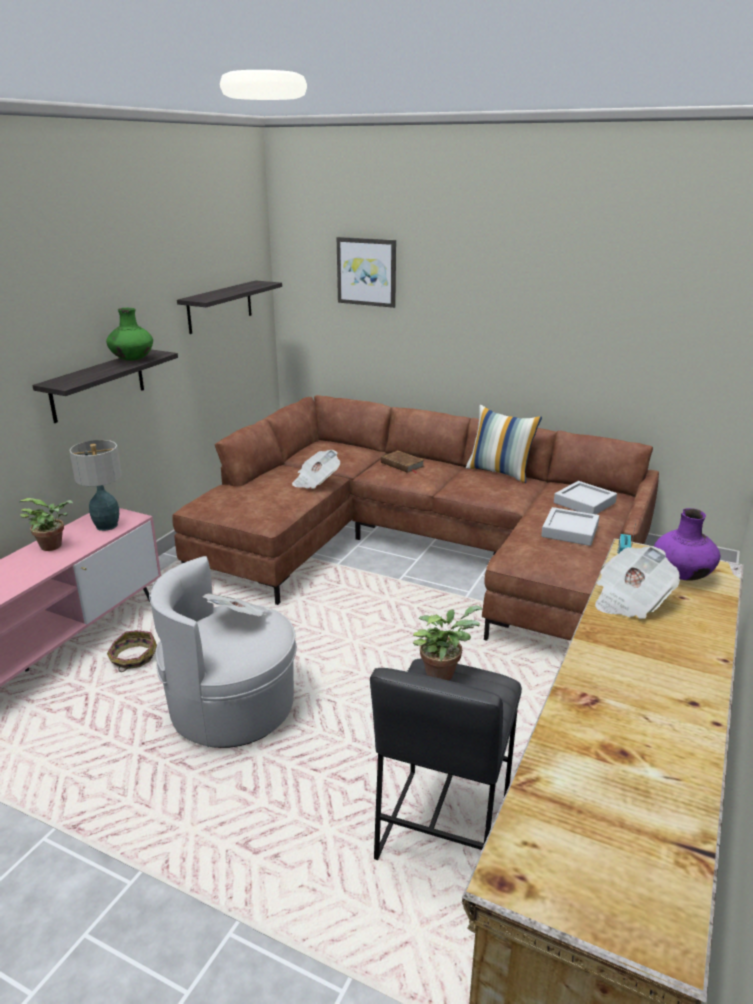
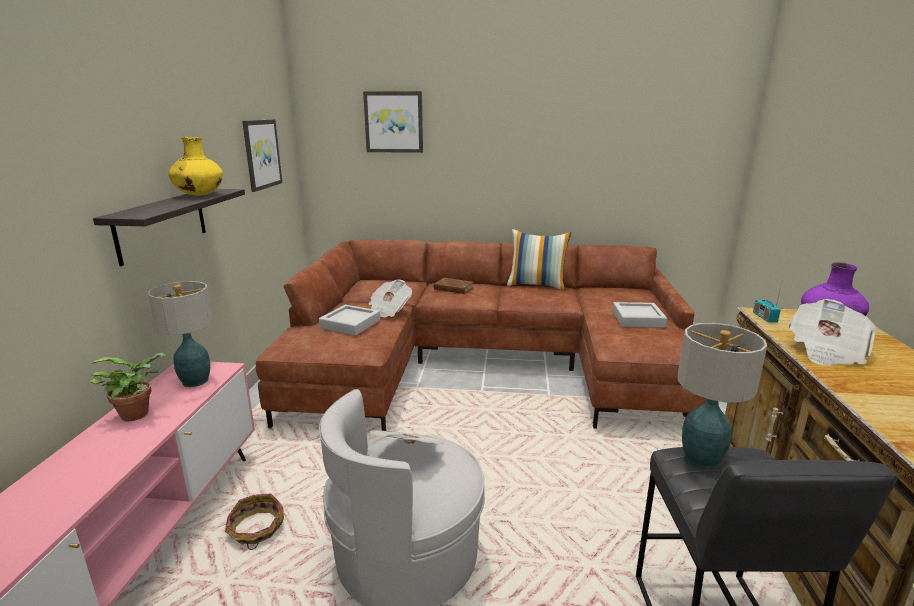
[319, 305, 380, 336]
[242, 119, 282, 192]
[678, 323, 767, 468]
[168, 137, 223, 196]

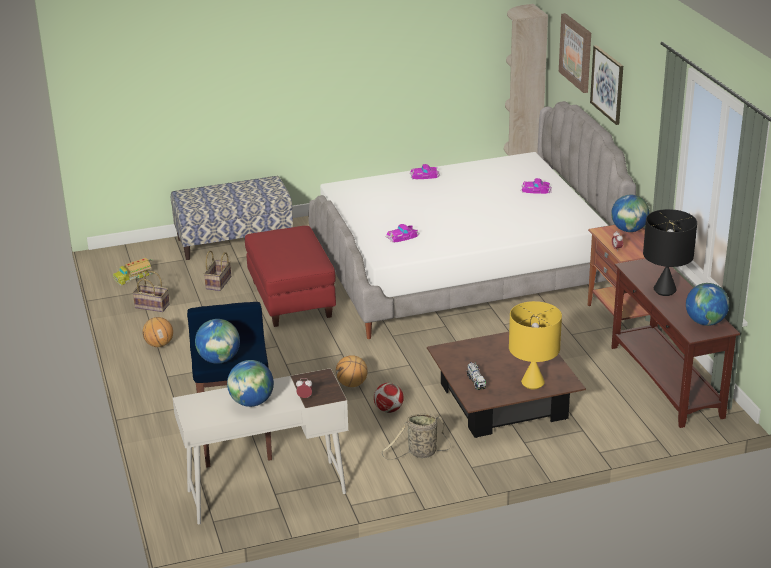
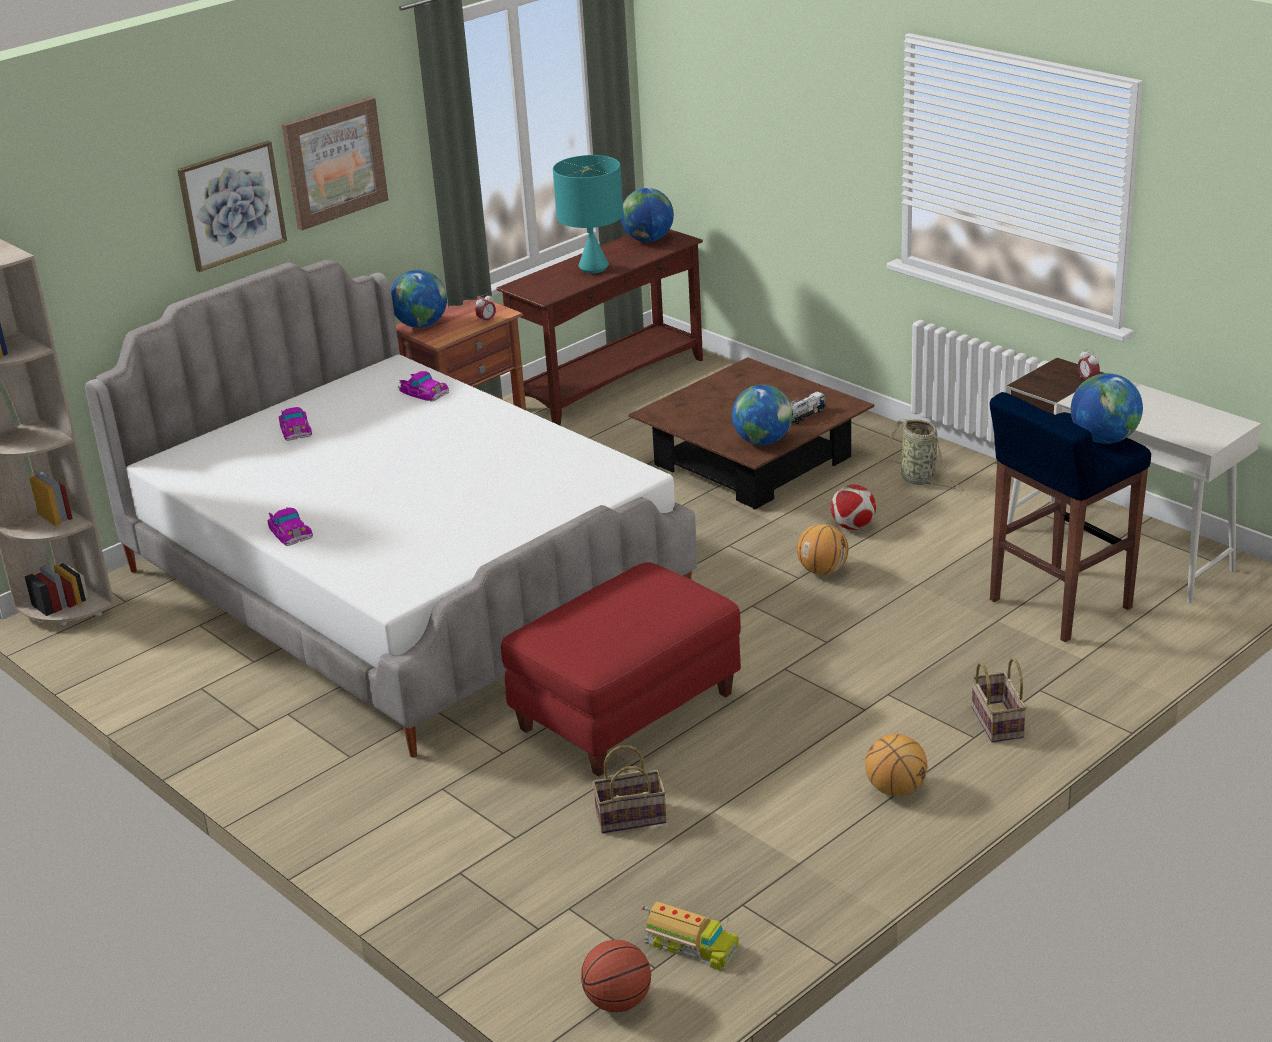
[171, 176, 293, 260] (first image)
[509, 301, 562, 390] (first image)
[581, 940, 651, 1012]
[971, 658, 1027, 743]
[732, 384, 792, 445]
[398, 371, 449, 402]
[282, 97, 388, 230]
[553, 155, 623, 274]

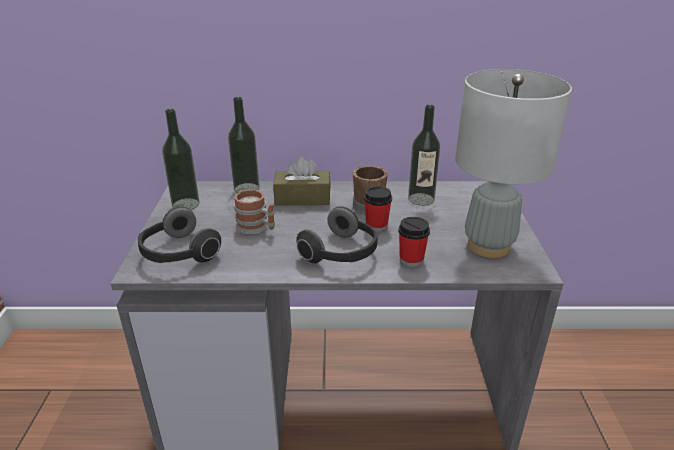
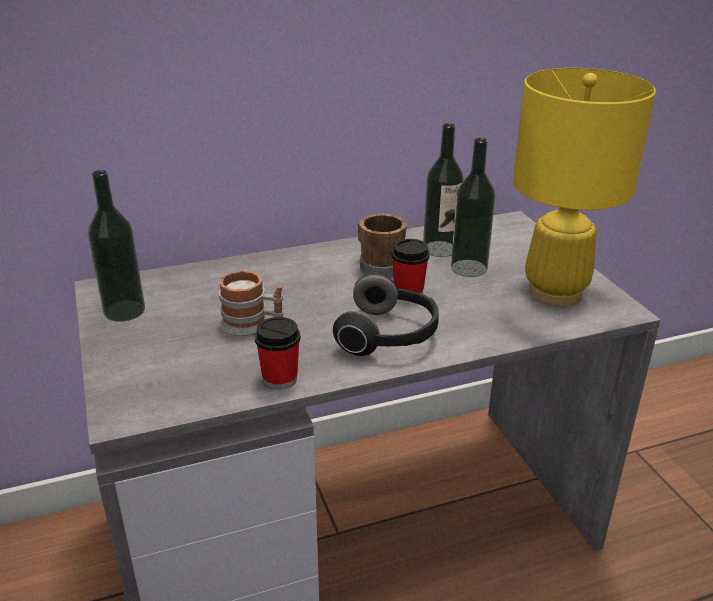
[138, 207, 221, 263] (first image)
[273, 157, 331, 205] (first image)
[451, 138, 495, 277]
[255, 317, 300, 390]
[513, 68, 656, 306]

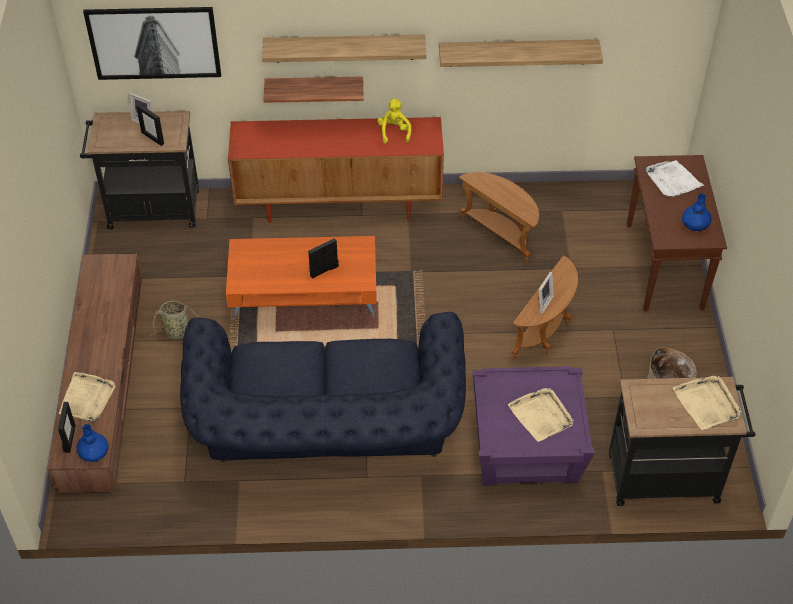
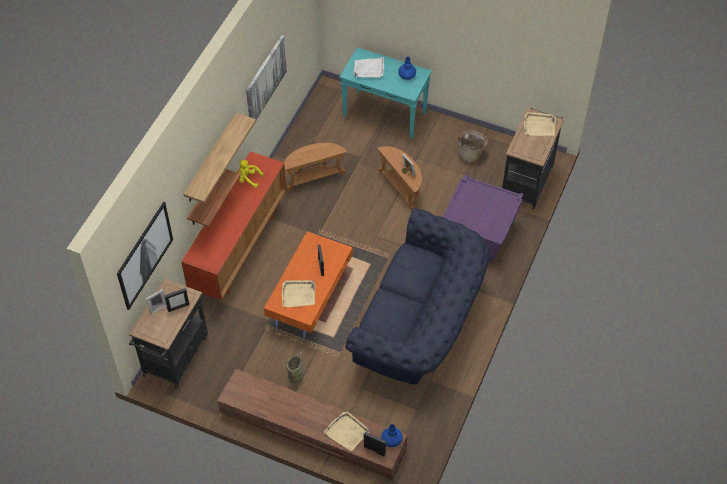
[282, 280, 315, 307]
[246, 35, 287, 120]
[339, 47, 432, 139]

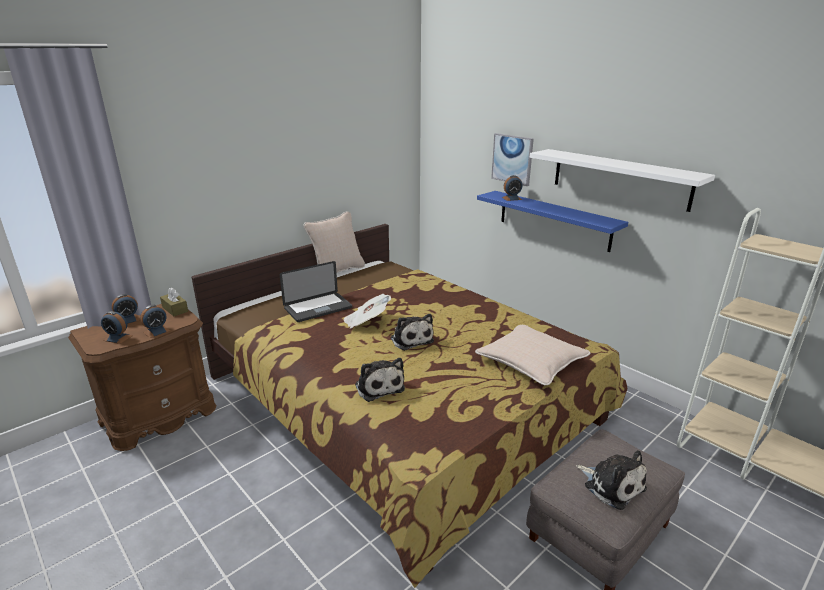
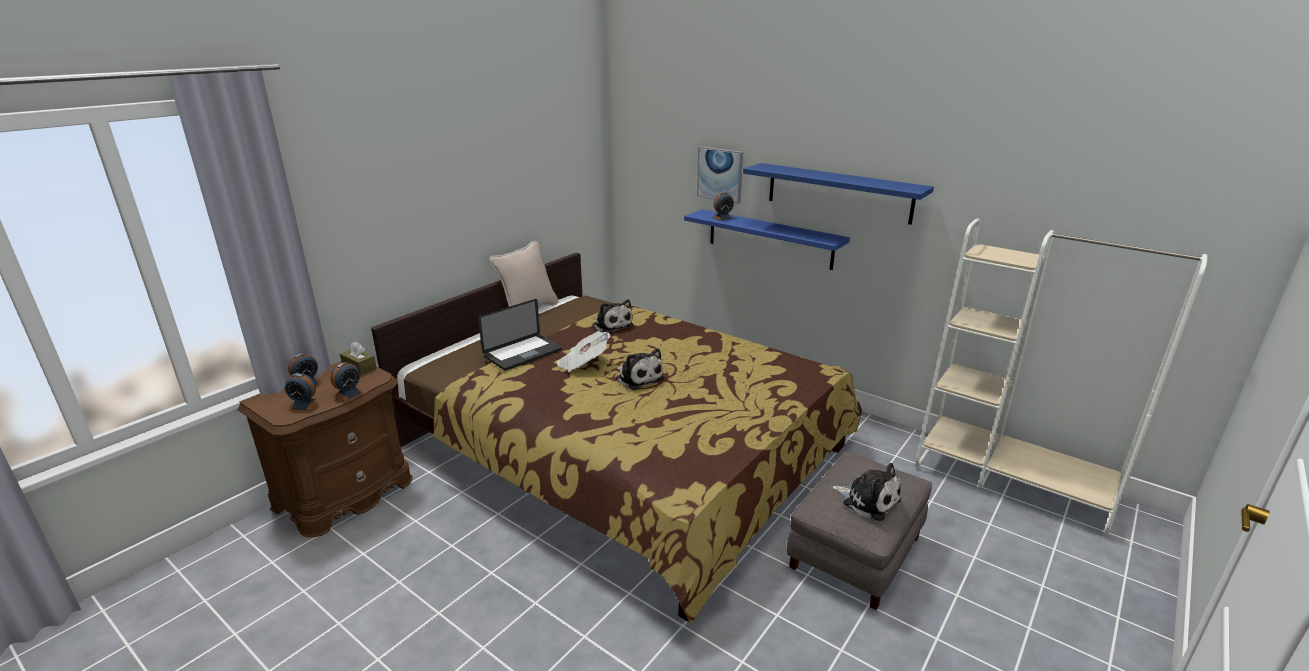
[475, 325, 590, 385] (first image)
[593, 299, 634, 333]
[743, 163, 934, 225]

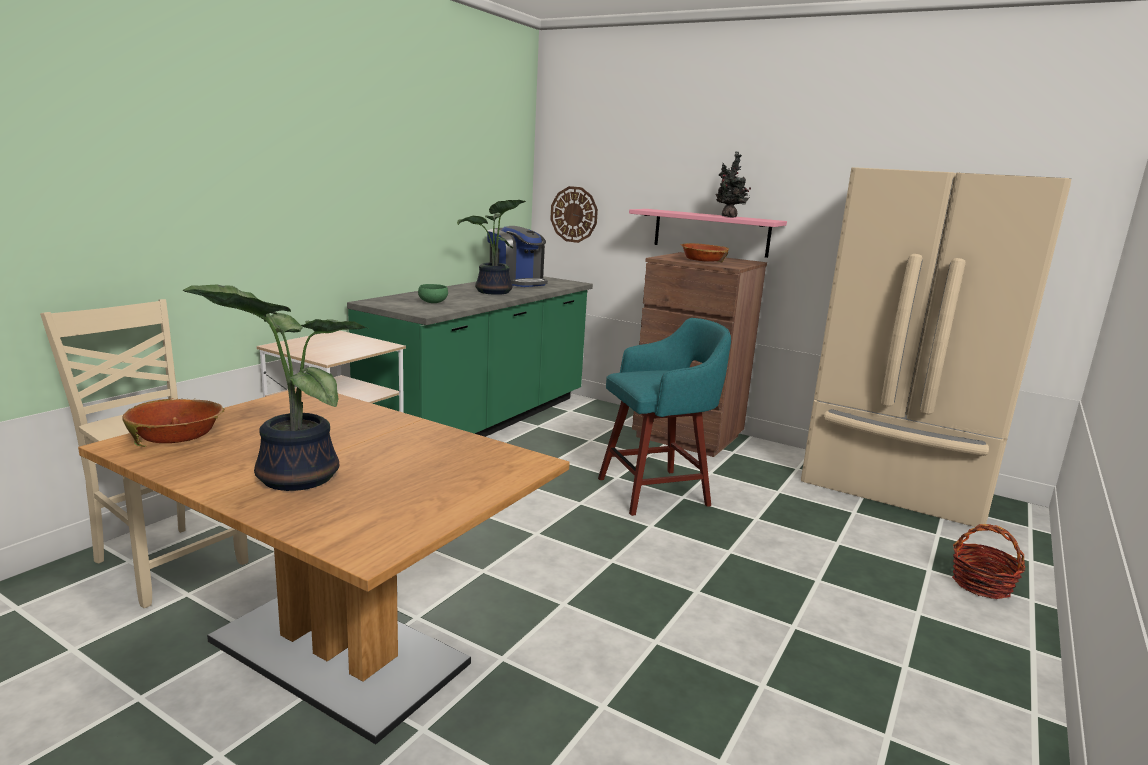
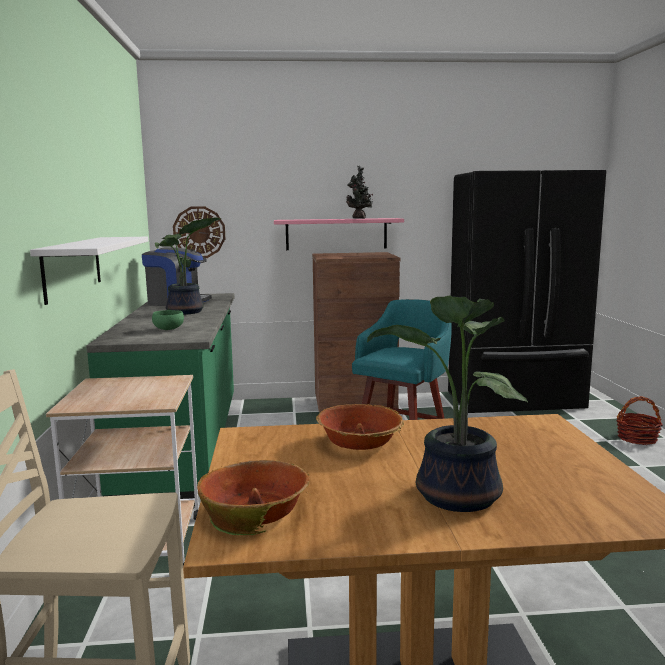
[30, 237, 148, 305]
[316, 404, 404, 450]
[448, 170, 607, 413]

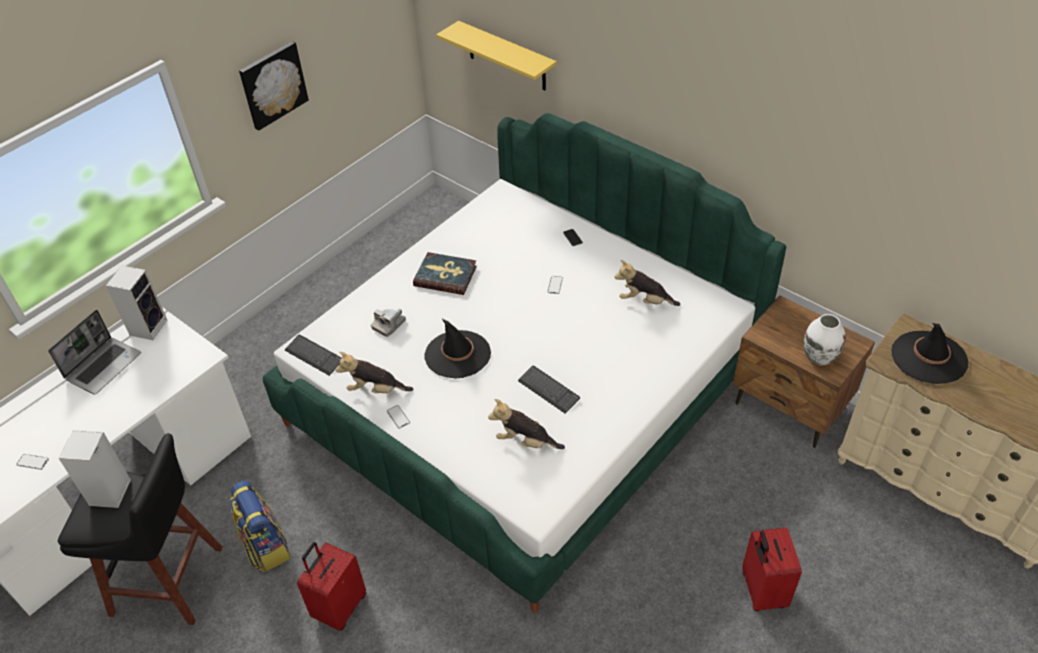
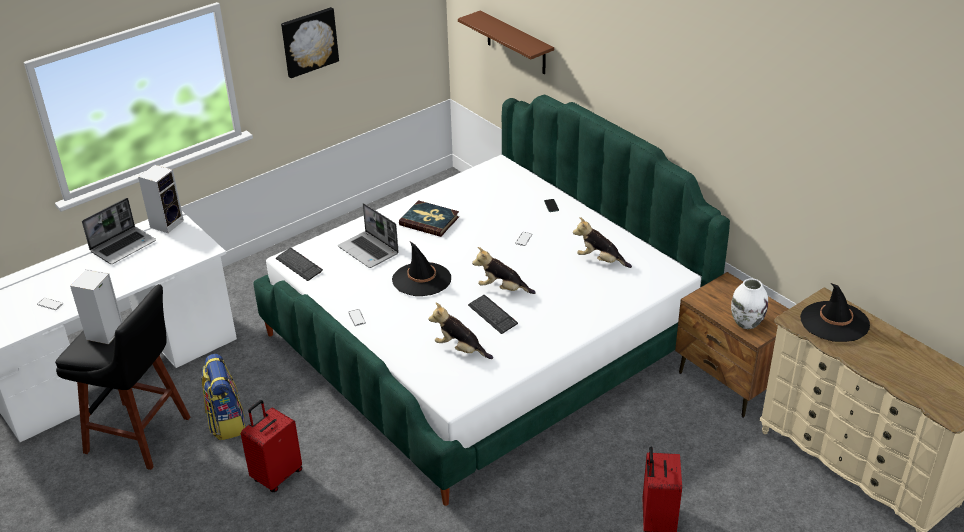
[472, 247, 536, 294]
[338, 203, 399, 268]
[458, 10, 554, 74]

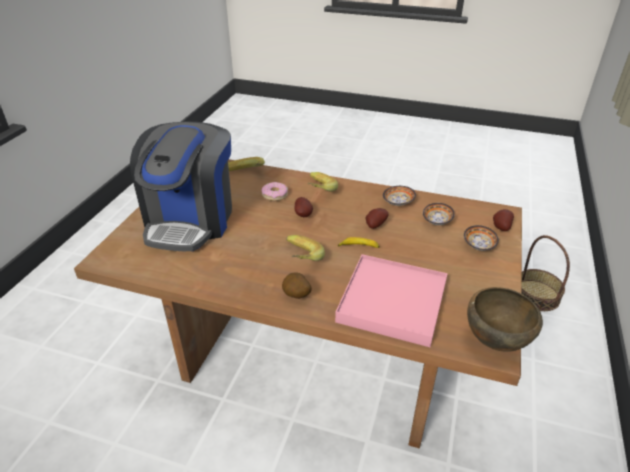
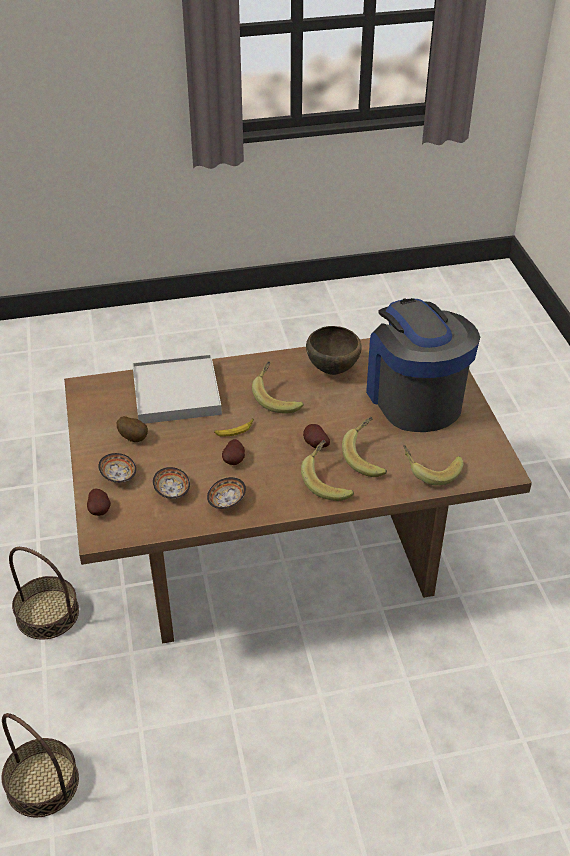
[9, 547, 79, 640]
[117, 416, 148, 442]
[306, 326, 362, 375]
[342, 417, 387, 477]
[132, 354, 222, 424]

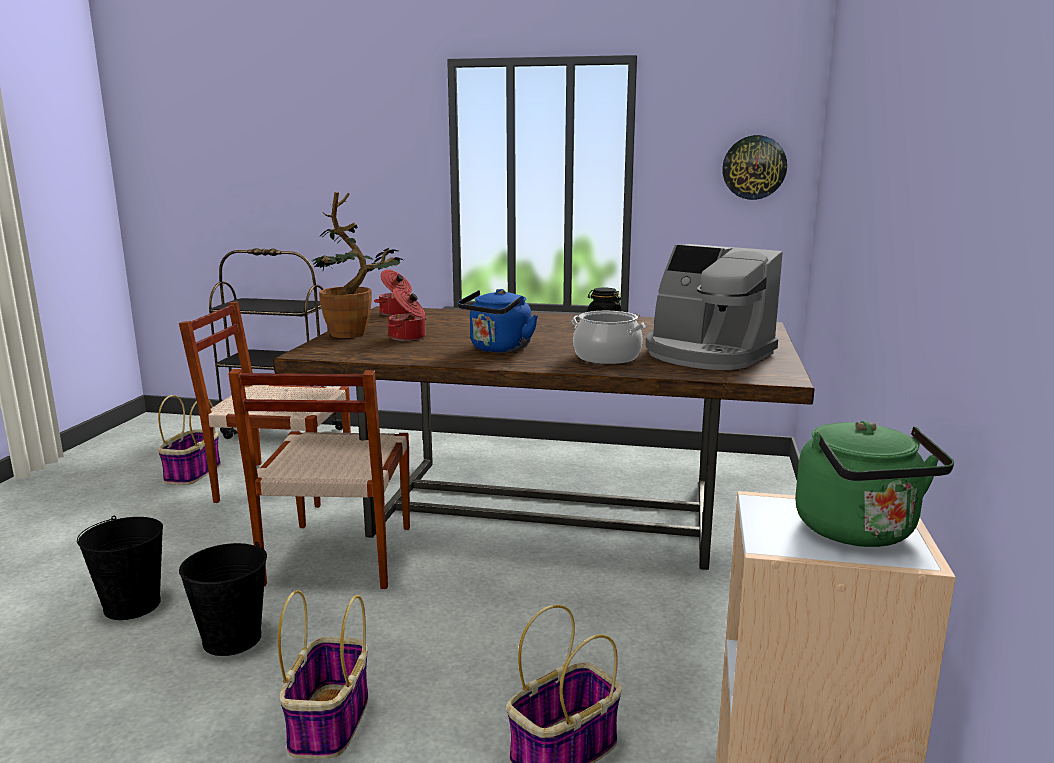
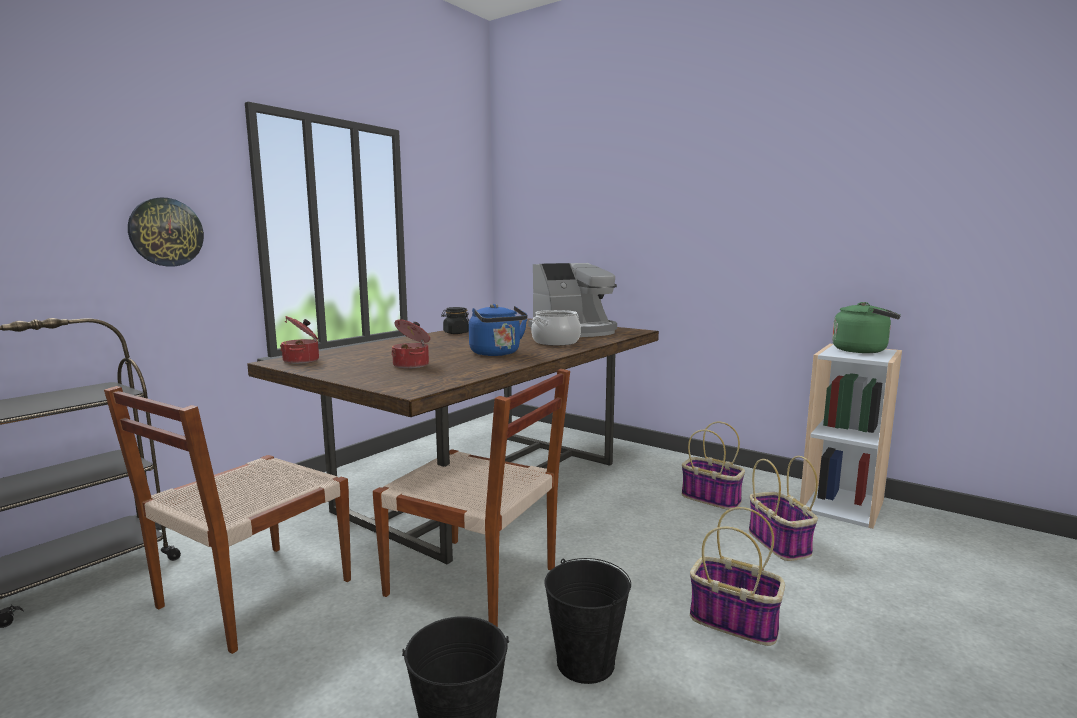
[312, 192, 404, 338] (first image)
[682, 421, 745, 510]
[128, 197, 204, 267]

